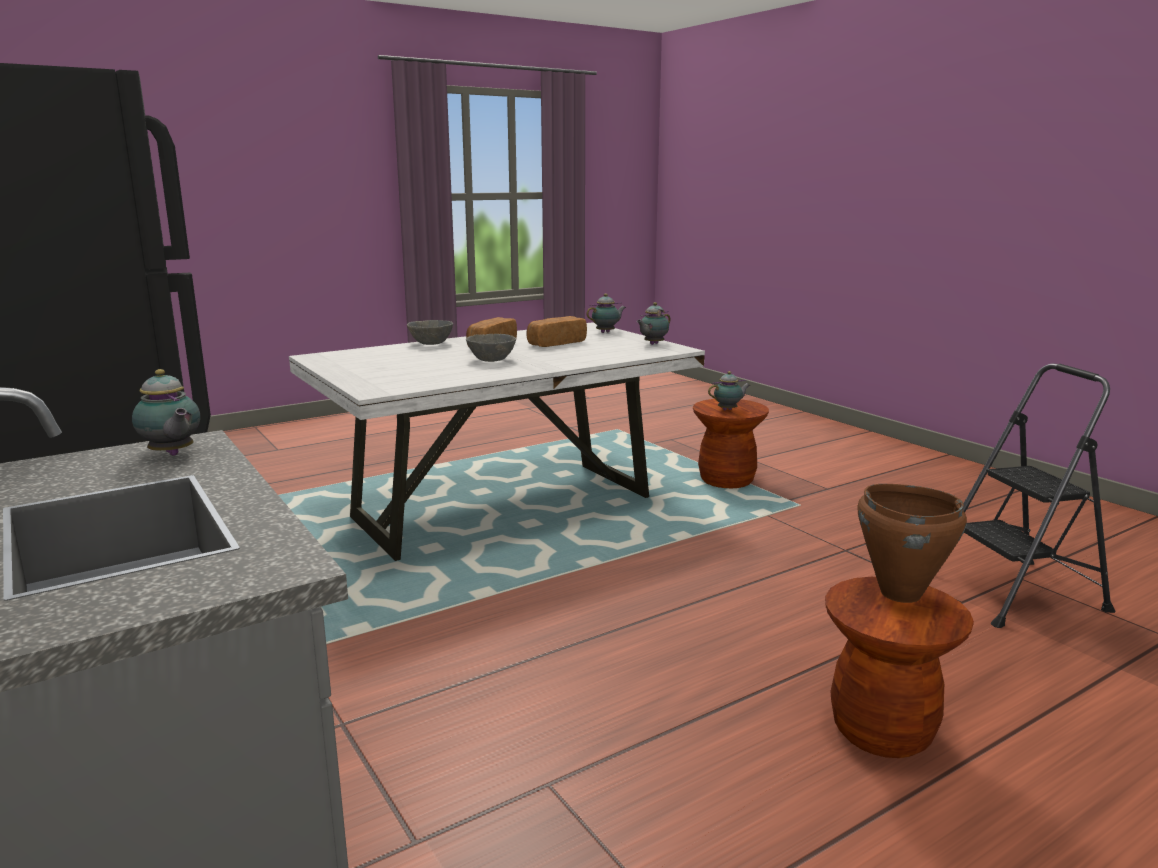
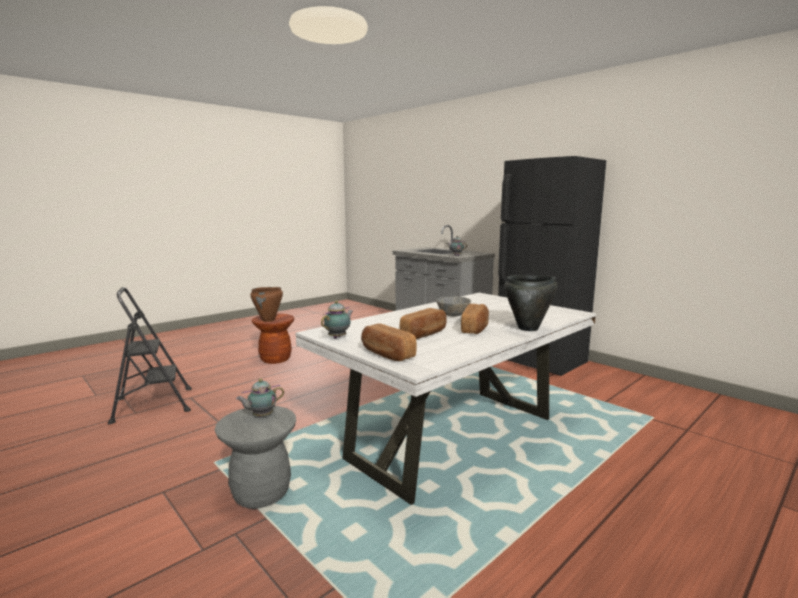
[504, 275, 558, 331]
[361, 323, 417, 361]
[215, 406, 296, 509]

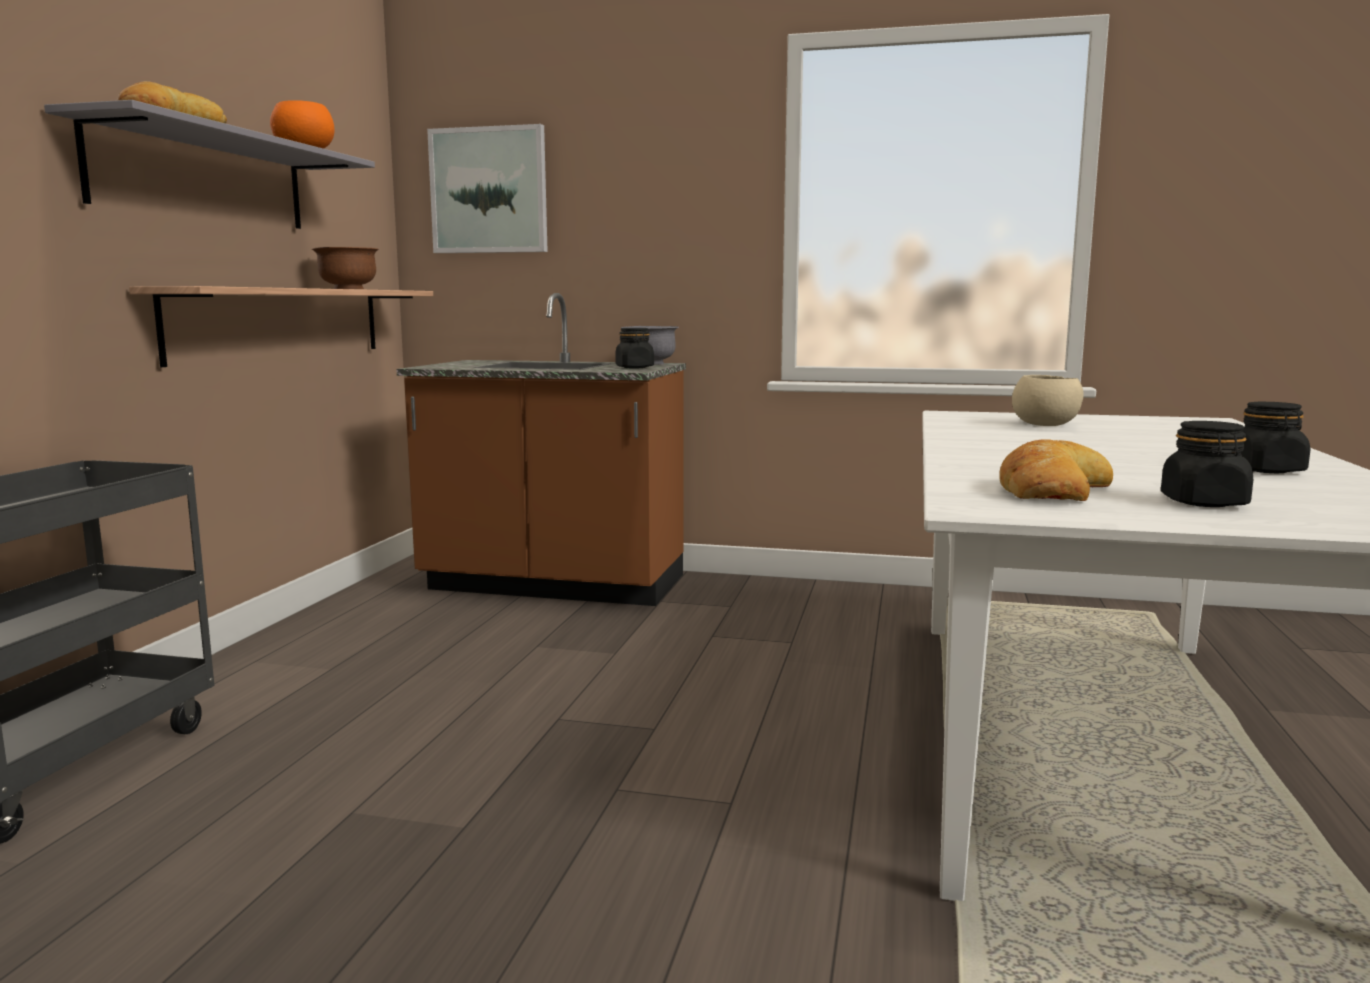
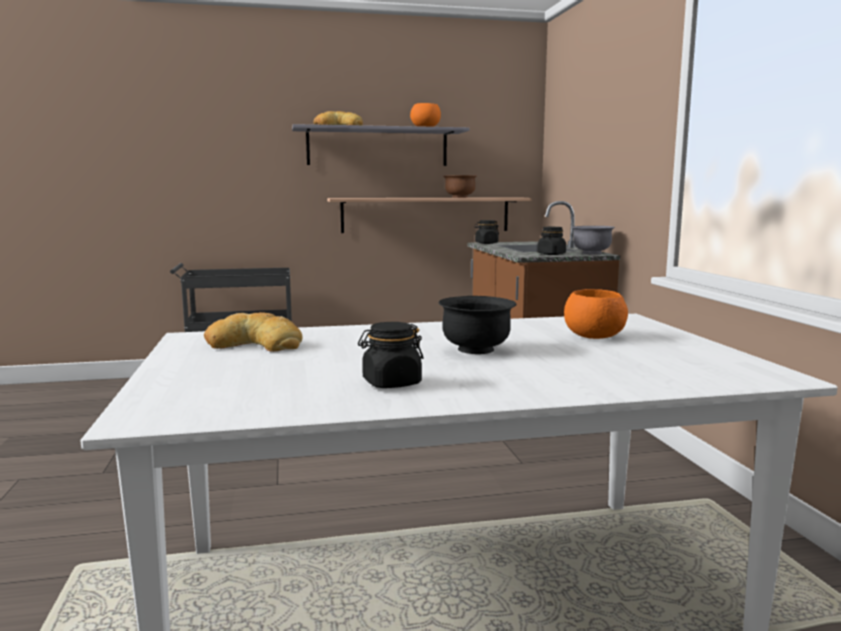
[427, 124, 548, 253] (first image)
[439, 296, 517, 354]
[474, 220, 499, 244]
[564, 289, 628, 339]

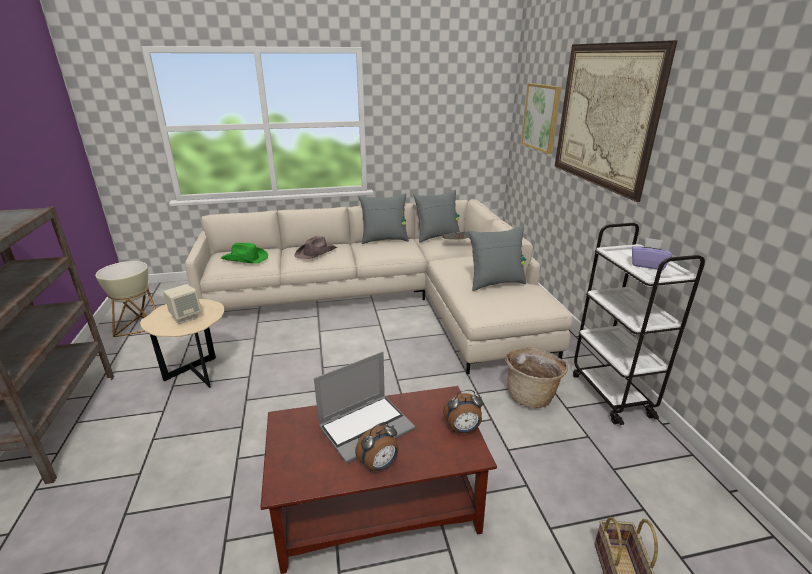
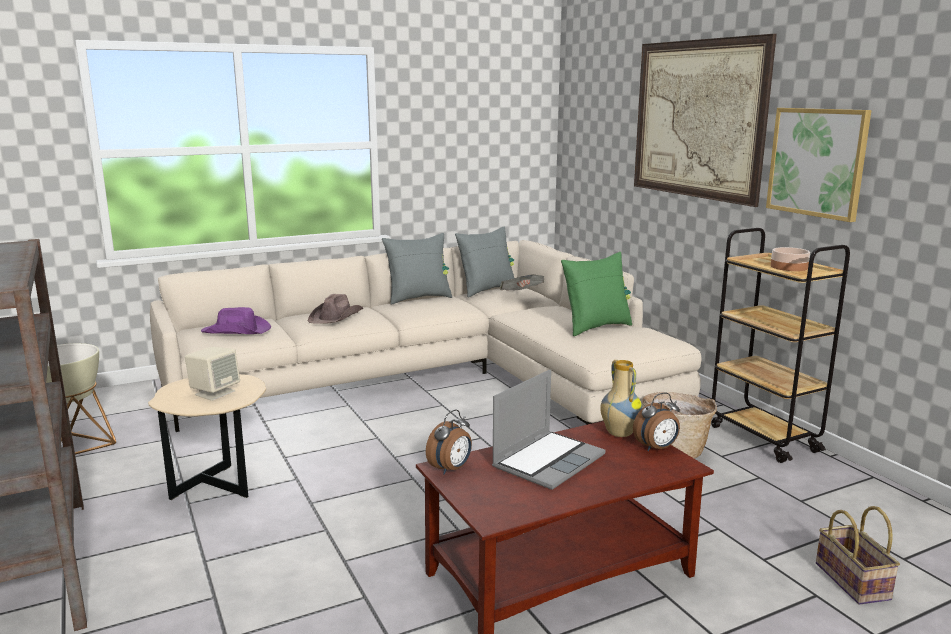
[600, 360, 642, 437]
[426, 410, 472, 474]
[766, 108, 872, 222]
[771, 247, 810, 271]
[201, 307, 271, 334]
[561, 252, 632, 336]
[711, 228, 850, 463]

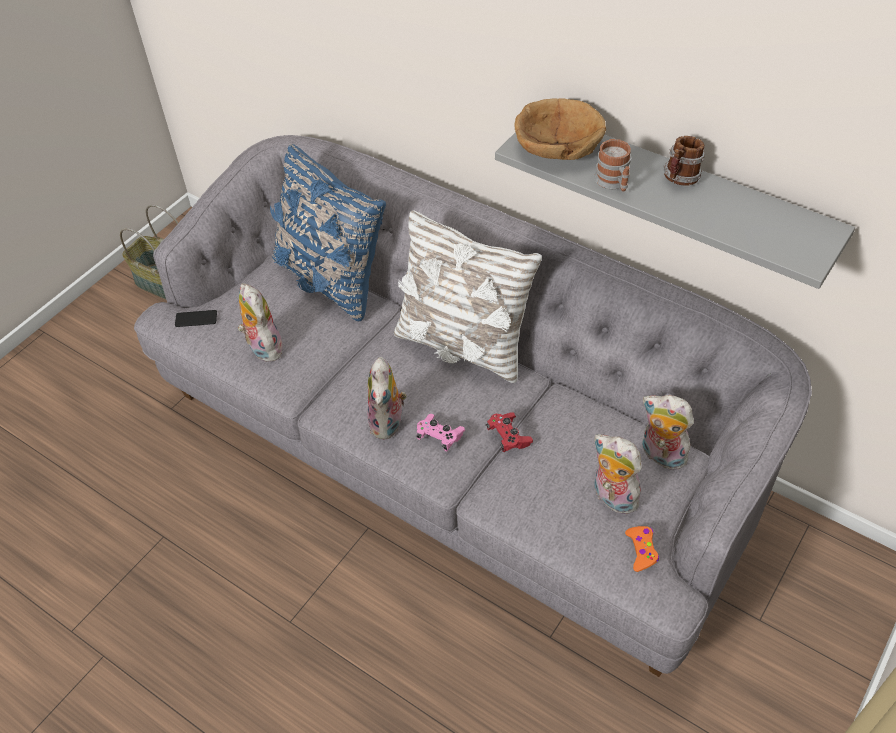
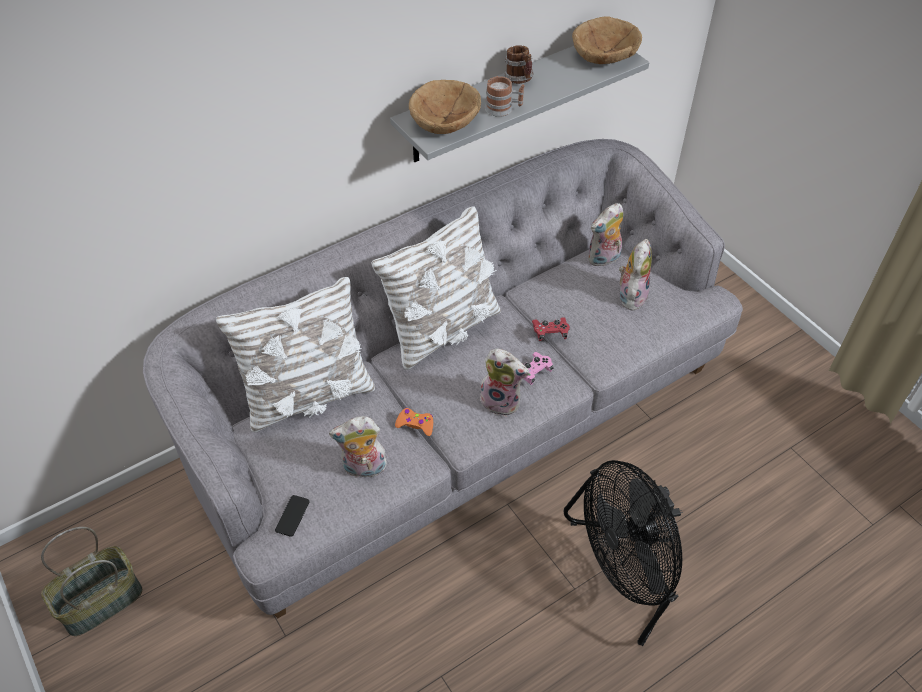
[564, 460, 683, 646]
[572, 16, 642, 64]
[395, 408, 433, 436]
[216, 277, 375, 432]
[619, 239, 652, 310]

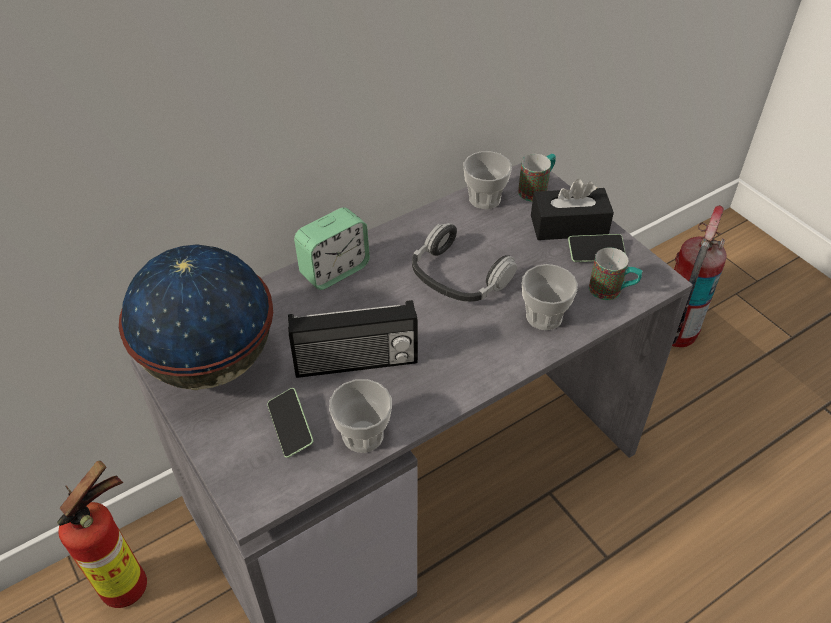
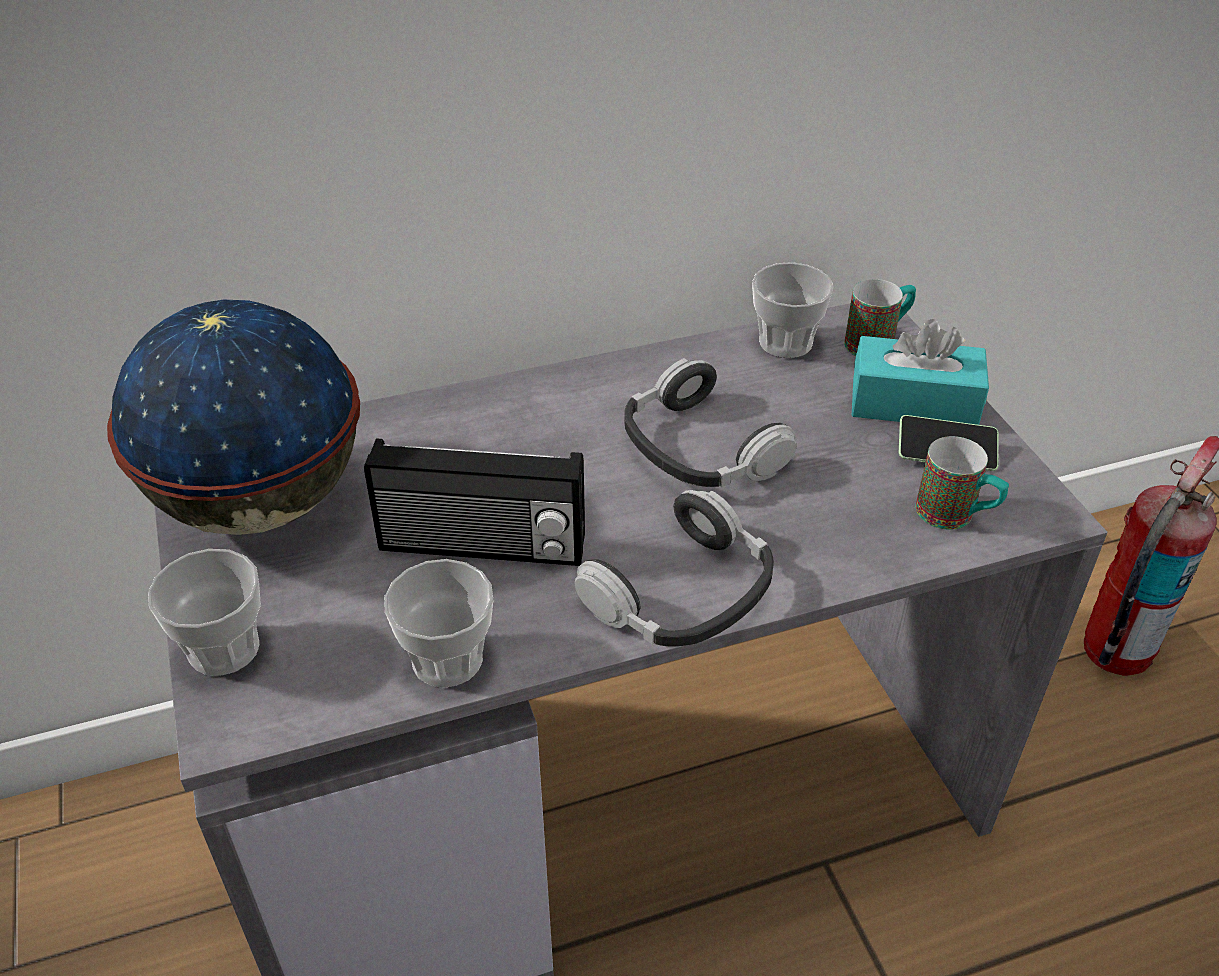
[57, 461, 147, 608] (first image)
[267, 388, 313, 458] (first image)
[294, 207, 370, 290] (first image)
[575, 490, 774, 647]
[148, 549, 261, 676]
[852, 319, 989, 425]

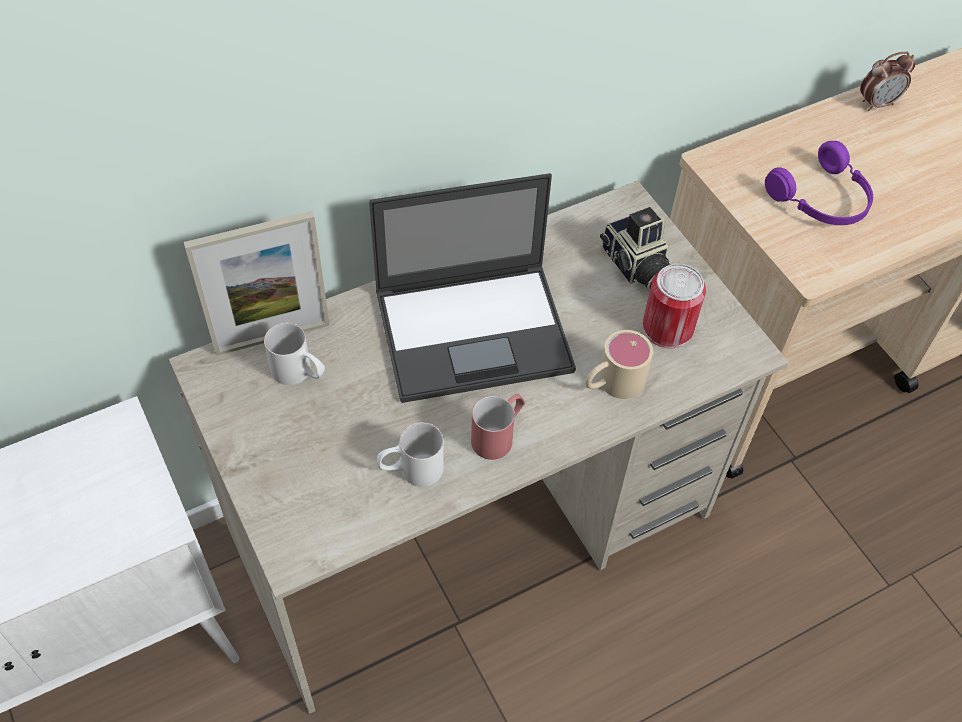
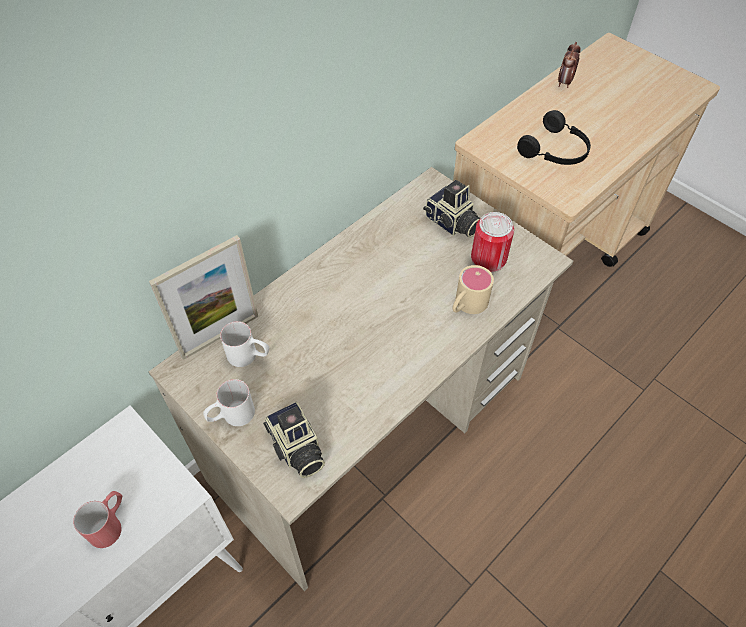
[369, 173, 576, 403] (first image)
[263, 402, 325, 478]
[203, 379, 255, 426]
[73, 491, 122, 548]
[517, 110, 591, 165]
[558, 42, 581, 88]

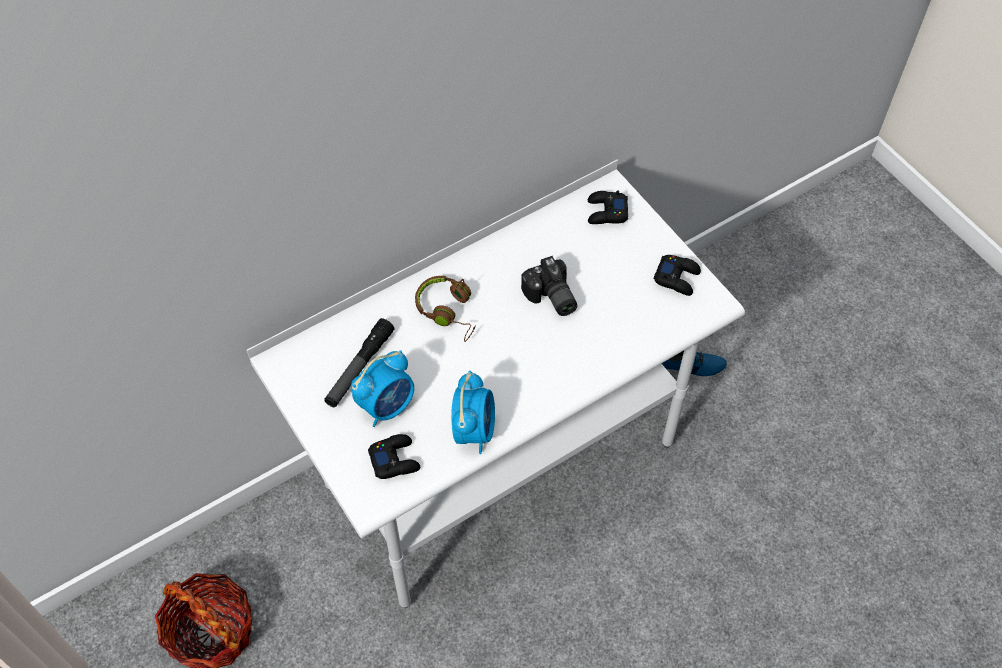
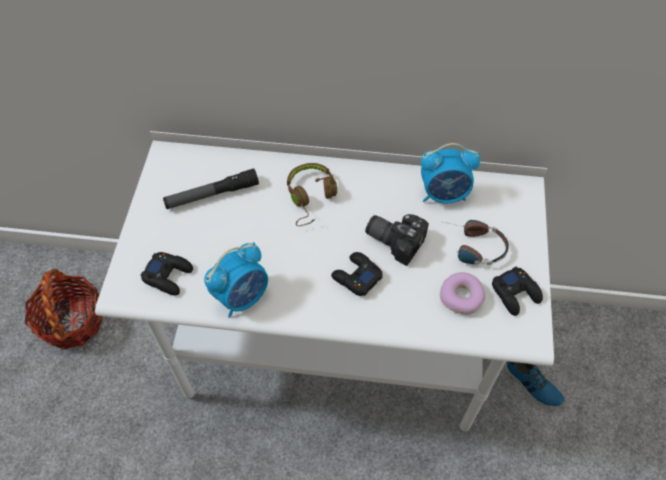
[440, 272, 485, 314]
[444, 220, 509, 265]
[421, 143, 480, 204]
[331, 252, 383, 296]
[365, 214, 429, 266]

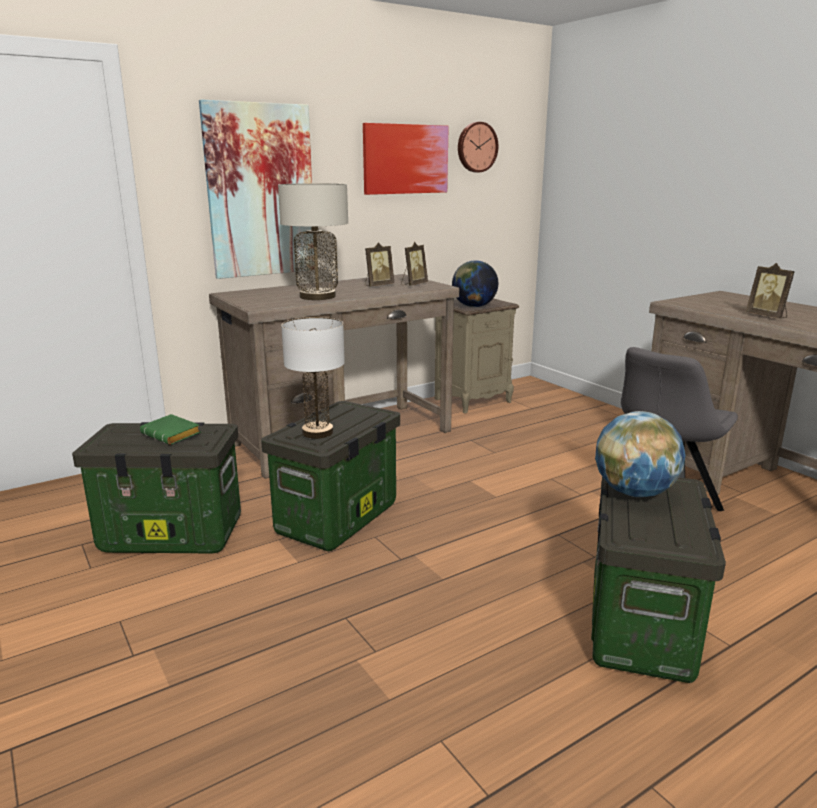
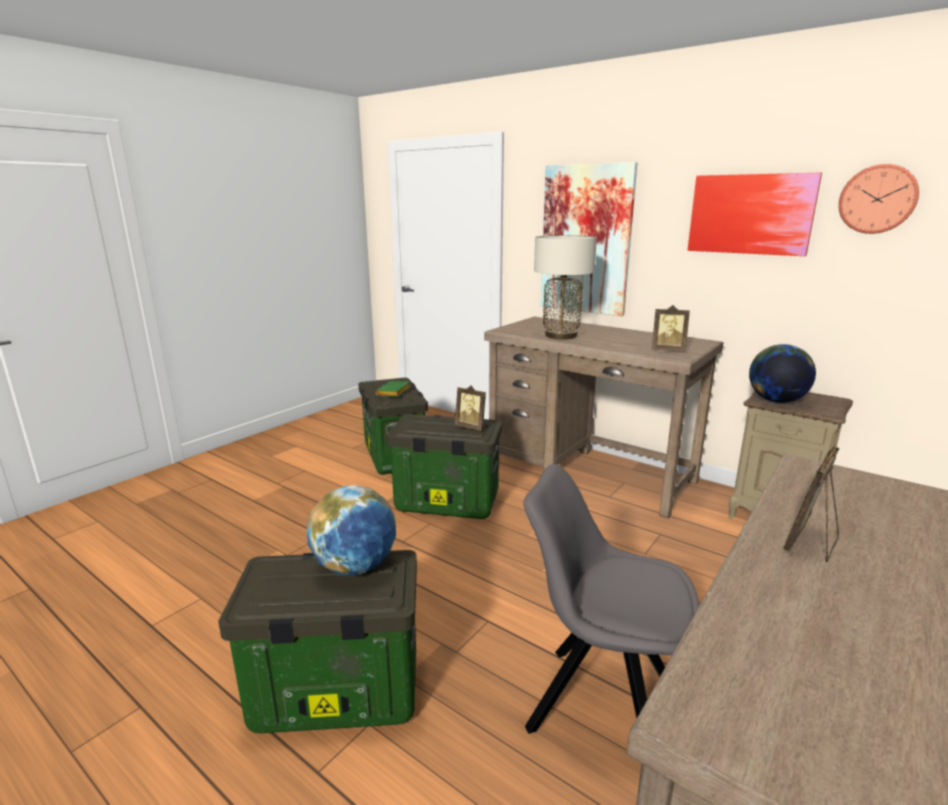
[281, 317, 345, 439] (first image)
[455, 385, 486, 431]

